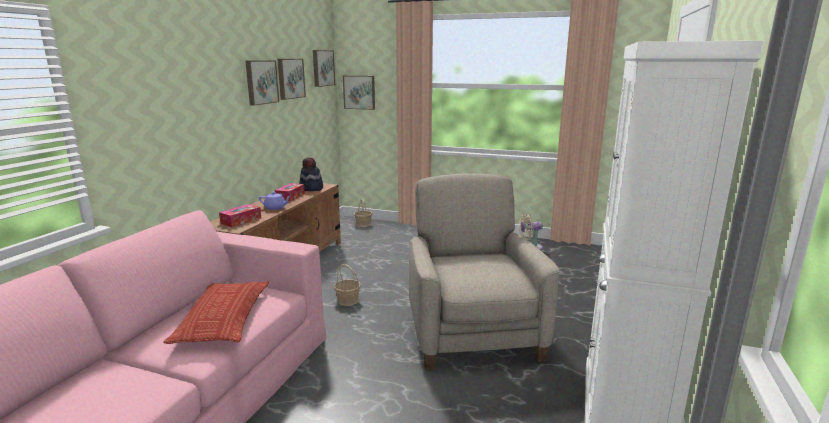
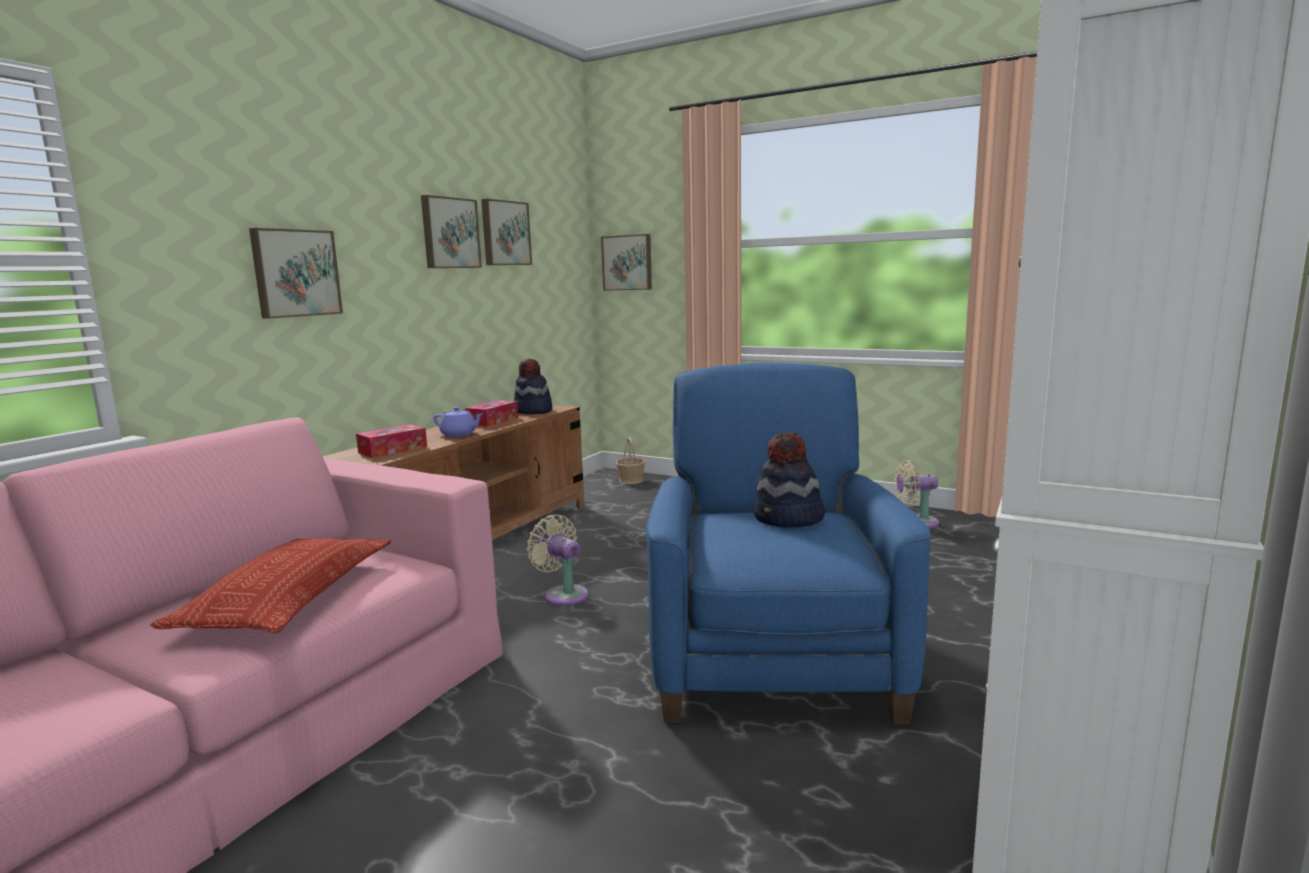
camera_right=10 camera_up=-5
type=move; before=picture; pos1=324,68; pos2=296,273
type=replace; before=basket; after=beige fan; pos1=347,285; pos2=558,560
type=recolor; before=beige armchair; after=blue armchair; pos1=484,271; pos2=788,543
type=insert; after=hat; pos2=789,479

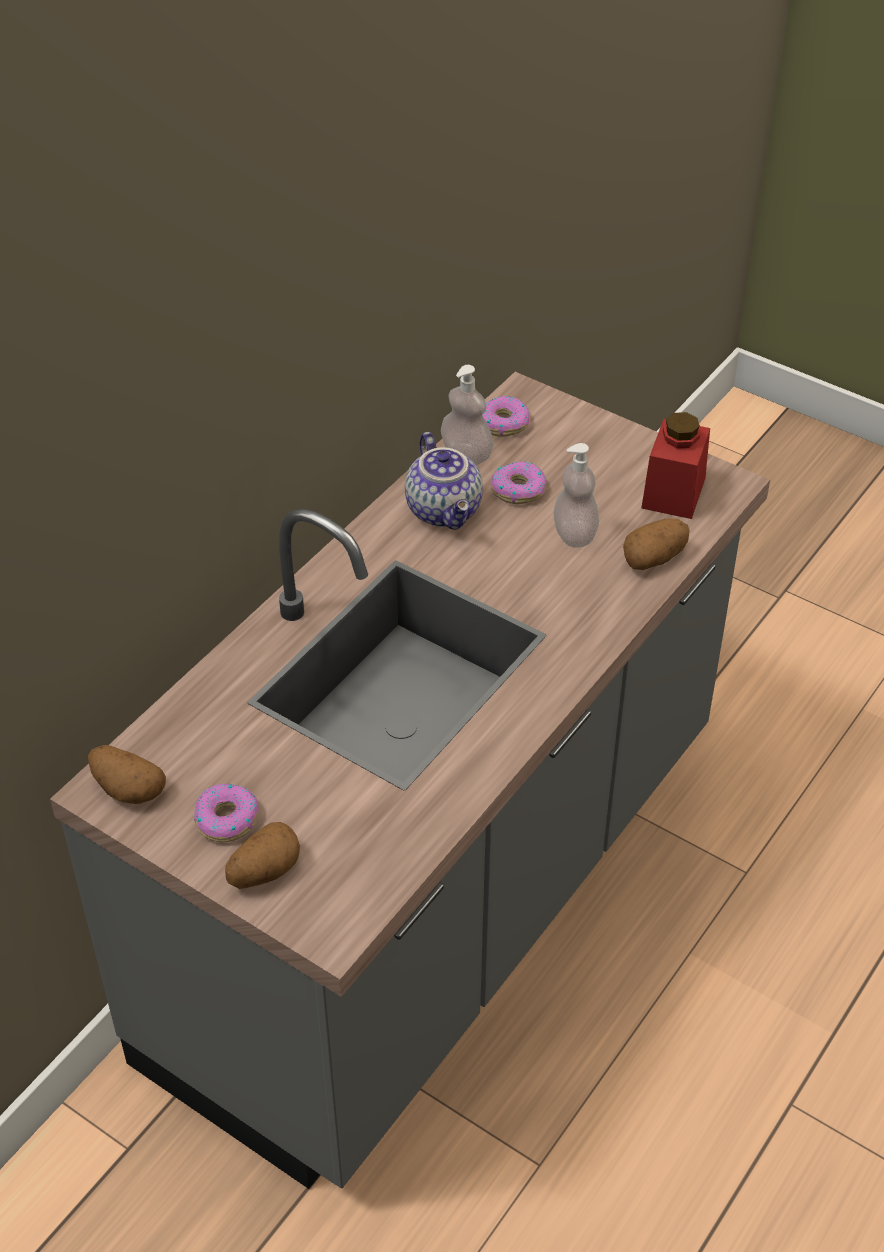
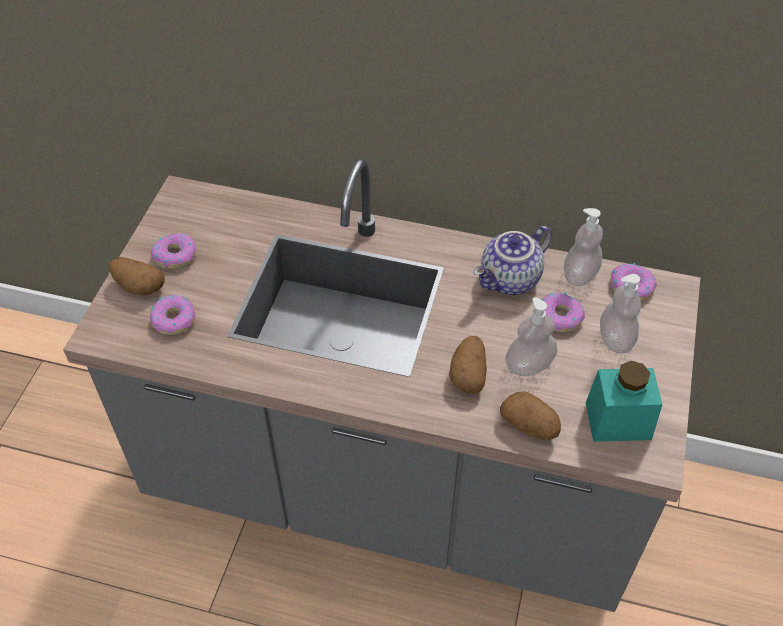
camera_right=70 camera_up=5
type=move; before=potato; pos1=127,774; pos2=468,365
type=recolor; before=red jar; after=turquoise jar; pos1=675,465; pos2=624,401
type=insert; after=donut; pos2=172,315
type=insert; after=soap dispenser; pos2=620,314

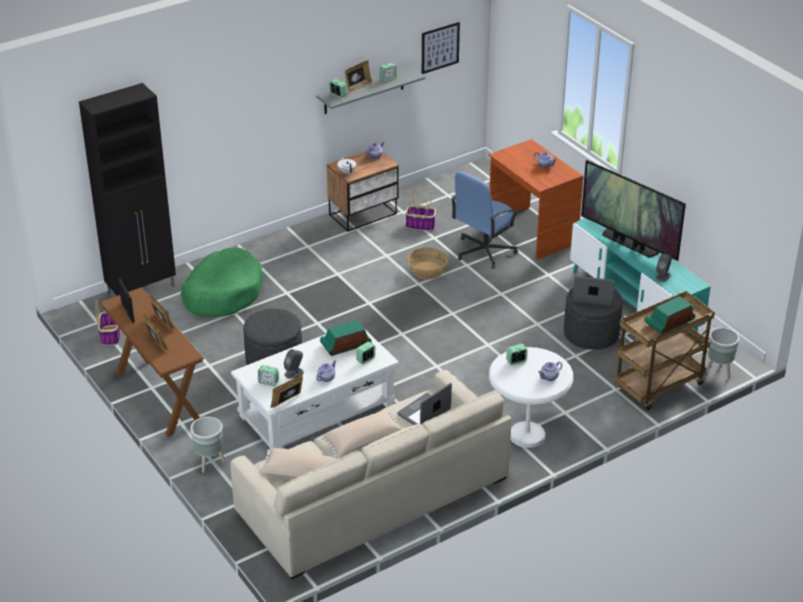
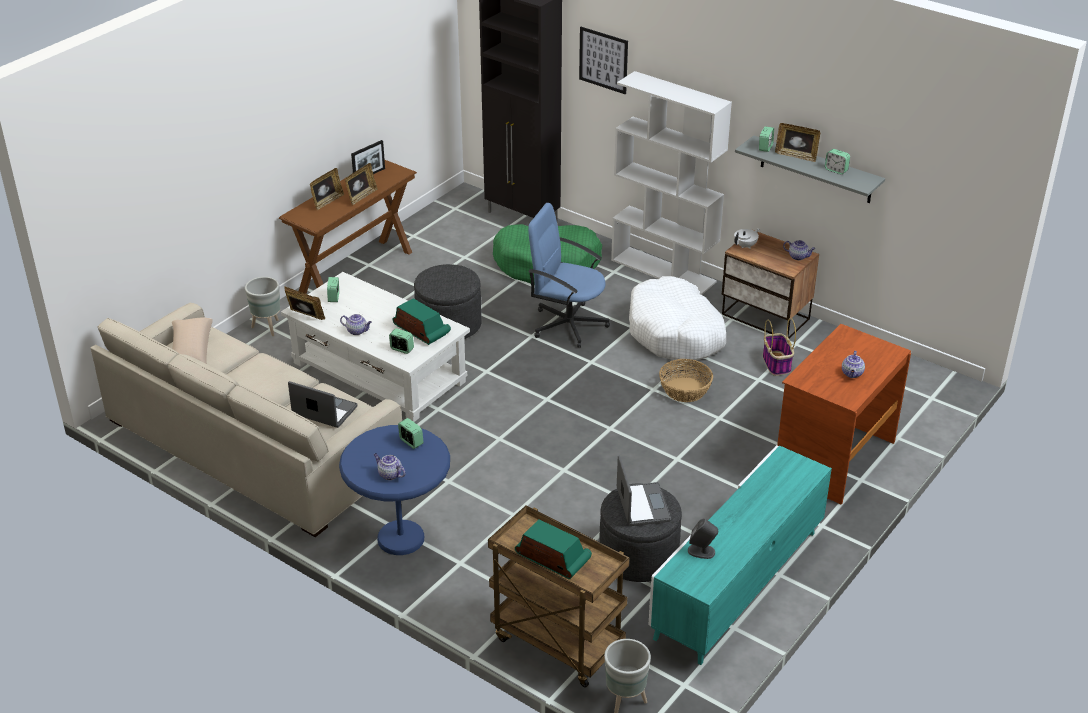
camera_right=70 camera_up=0
type=delete; before=basket; pos1=107,323
type=delete; before=grey speaker; pos1=294,364
type=delete; before=beige pillow; pos1=362,434
type=move; before=picture; pos1=441,48; pos2=603,60
type=move; before=blue office chair; pos1=485,220; pos2=569,275
type=recolor; before=white side table; after=blue side table; pos1=531,397; pos2=394,490
type=delete; before=television; pos1=633,210
type=insert; after=white bookcase; pos2=671,183
type=insert; after=white dog bed; pos2=677,318

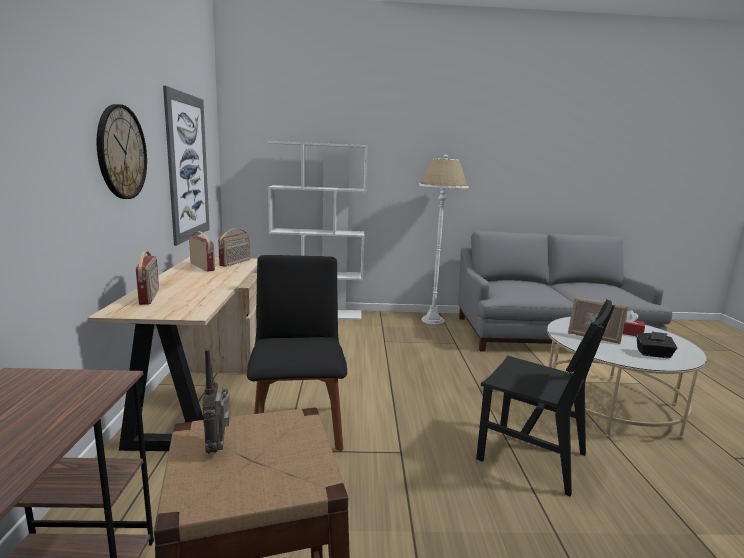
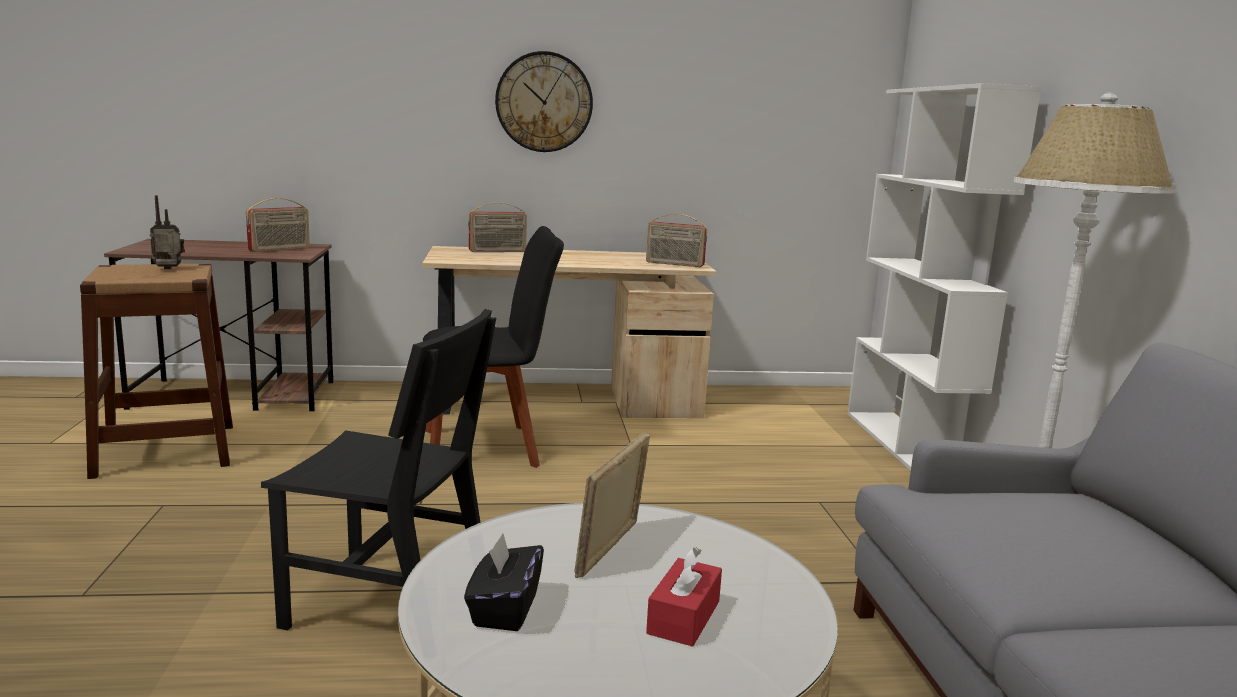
camera_right=85 camera_up=0
type=delete; before=picture; pos1=186,166
type=move; before=radio; pos1=202,251; pos2=278,225
type=rotate; before=black chair; pos1=545,398; pos2=378,469; turn=-105

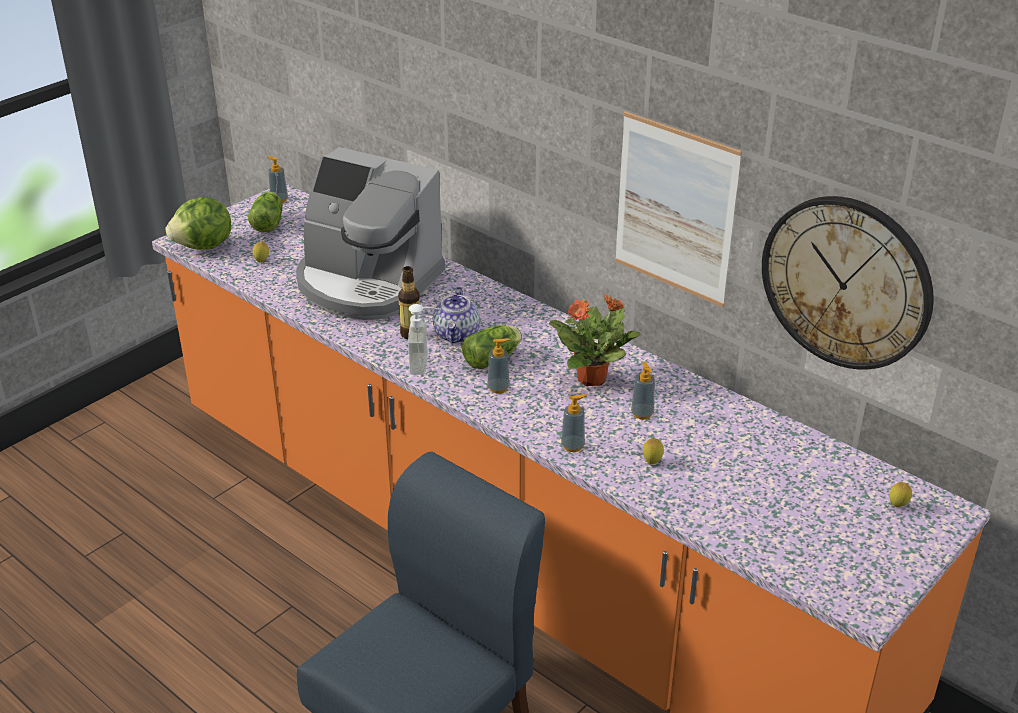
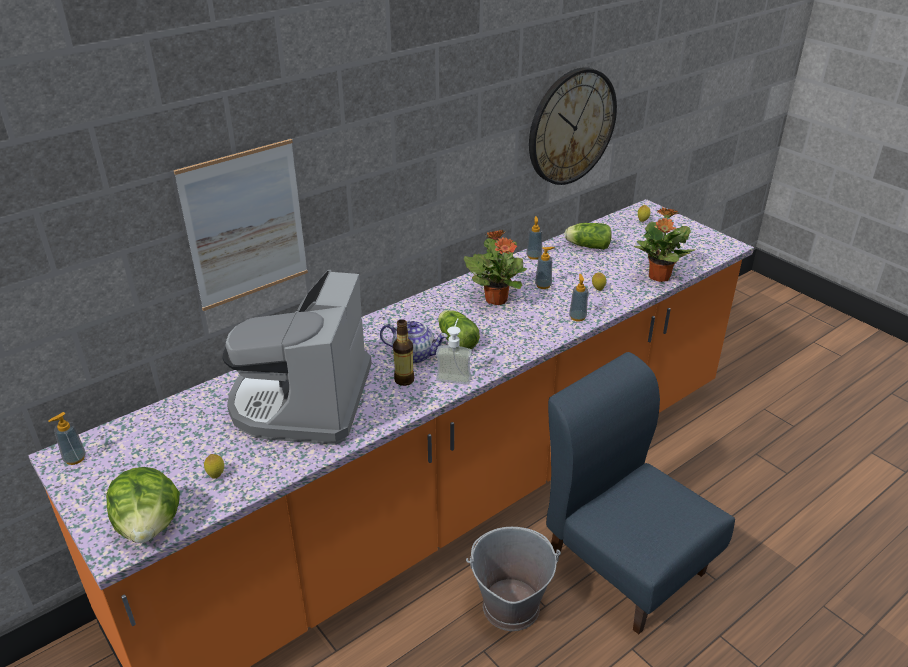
camera_right=-80 camera_up=0
type=move; before=lettuce; pos1=265,212; pos2=587,236
type=rotate; before=coffee machine; pos1=370,233; pos2=297,357; turn=150
type=move; before=soap dispenser; pos1=498,365; pos2=534,238
type=move; before=picture; pos1=678,209; pos2=241,225
type=insert; after=grey bucket; pos2=513,579
type=insert; after=potted plant; pos2=665,244

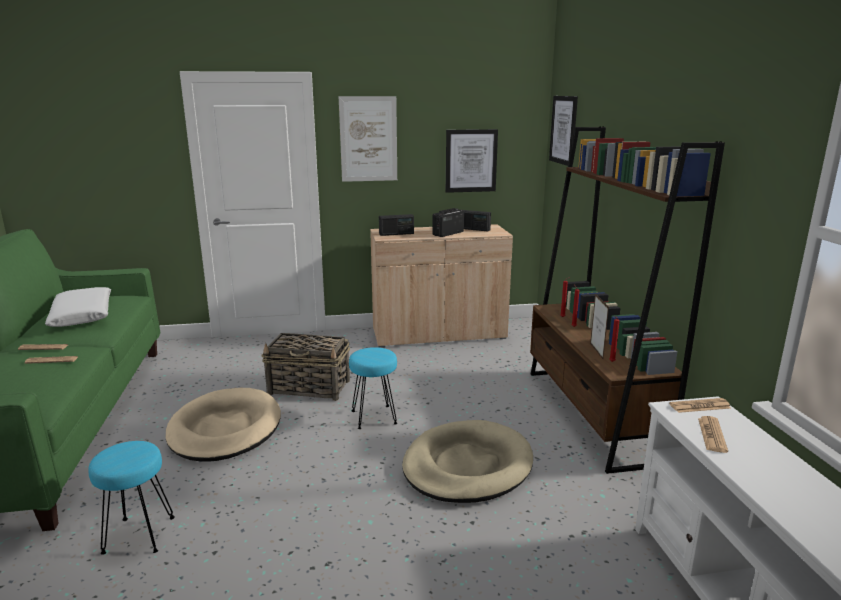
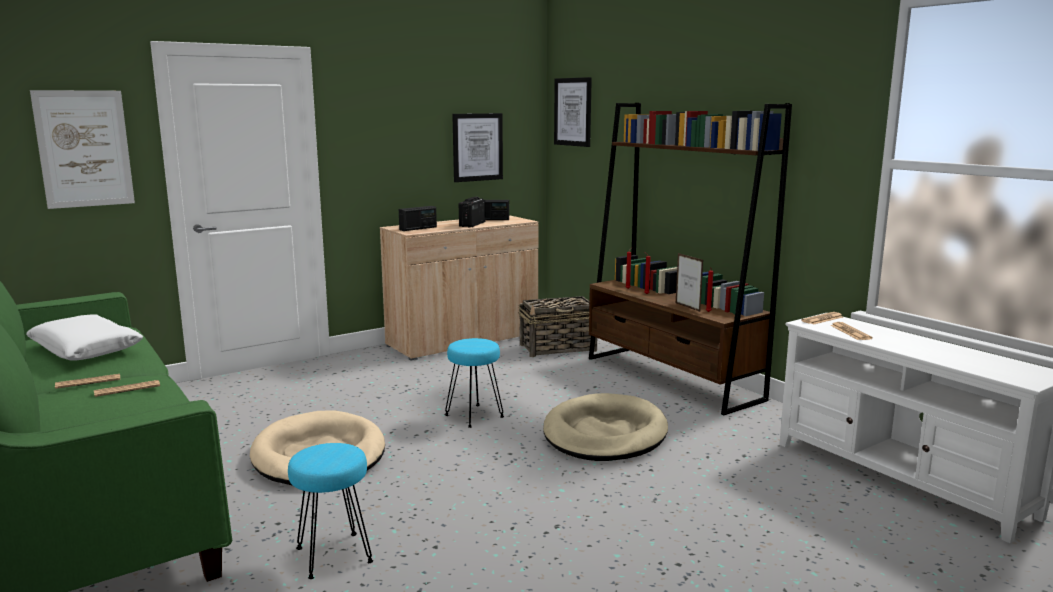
camera_right=-25 camera_up=-5
type=move; before=basket; pos1=306,367; pos2=558,326
type=move; before=picture; pos1=368,139; pos2=82,149

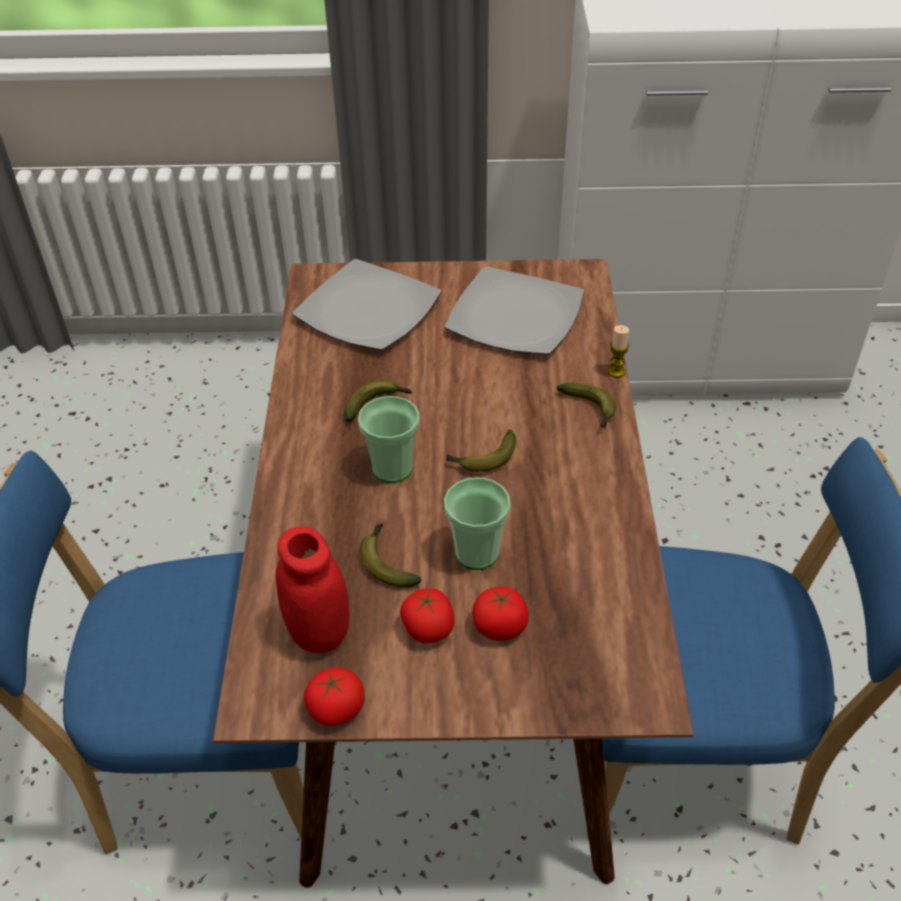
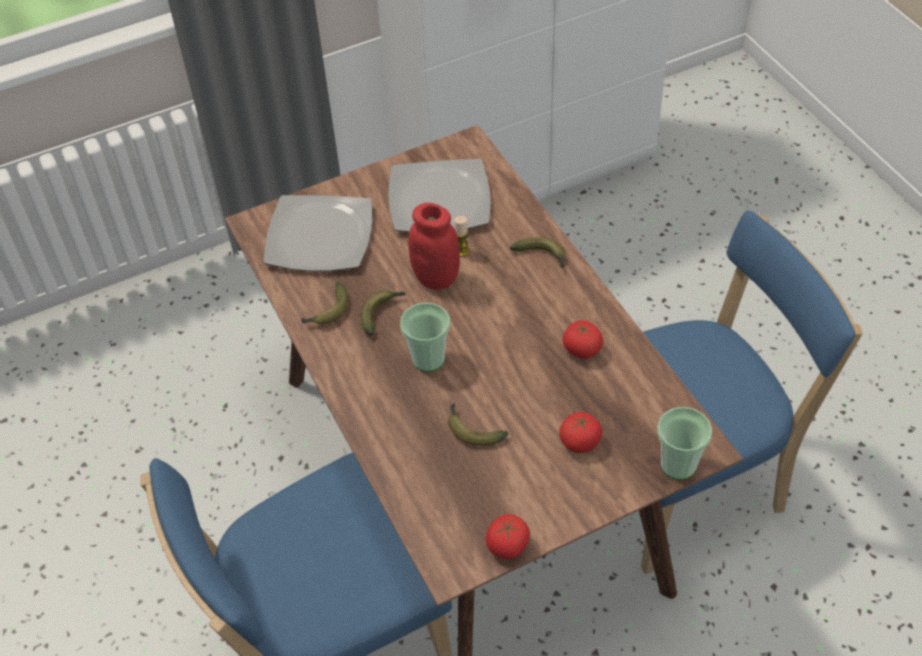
camera_right=-25 camera_up=5
type=move; before=red jar; pos1=313,589; pos2=434,246
type=move; before=tomato; pos1=427,615; pos2=583,339
type=move; before=cup; pos1=477,523; pos2=684,443
type=move; before=banana; pos1=481,450; pos2=324,303
type=move; before=candle; pos1=618,351; pos2=462,236

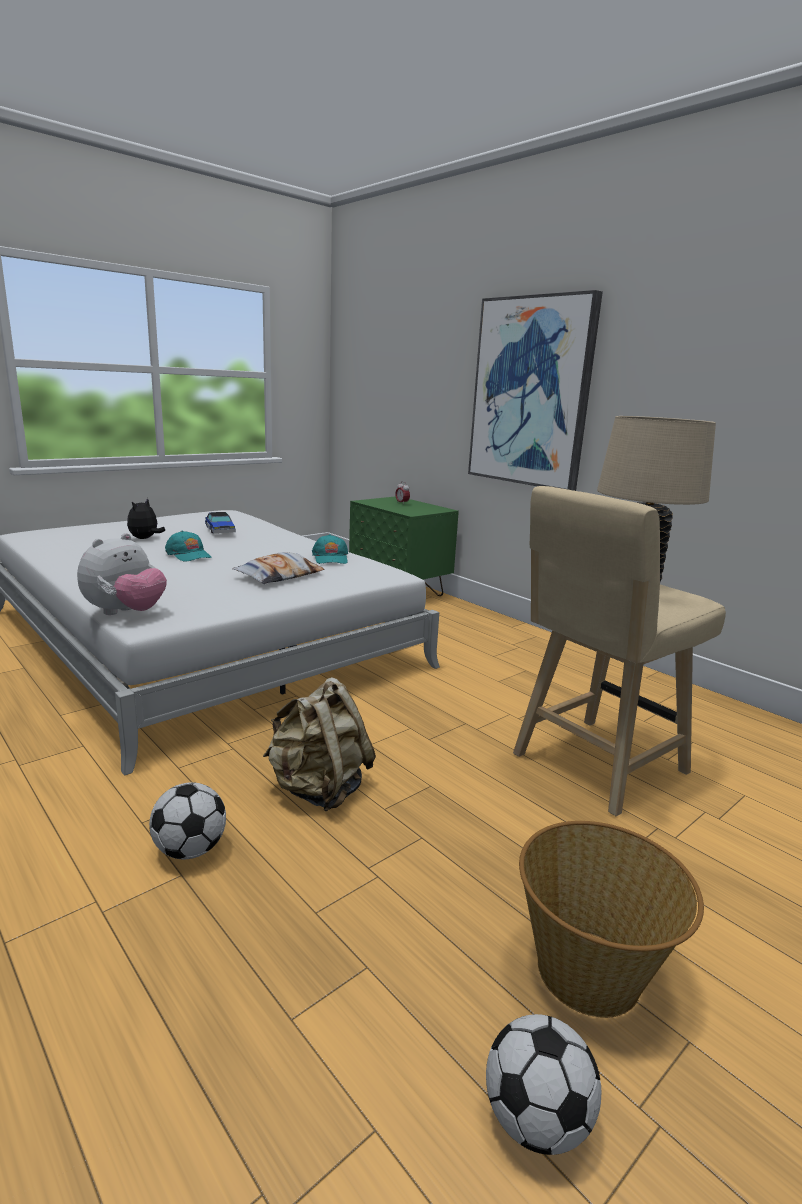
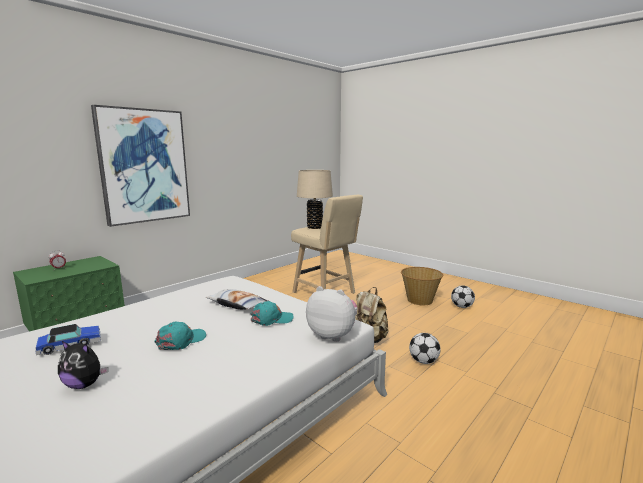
camera_right=-95 camera_up=-5
type=move; before=turquoise cap; pos1=330,549; pos2=272,313

